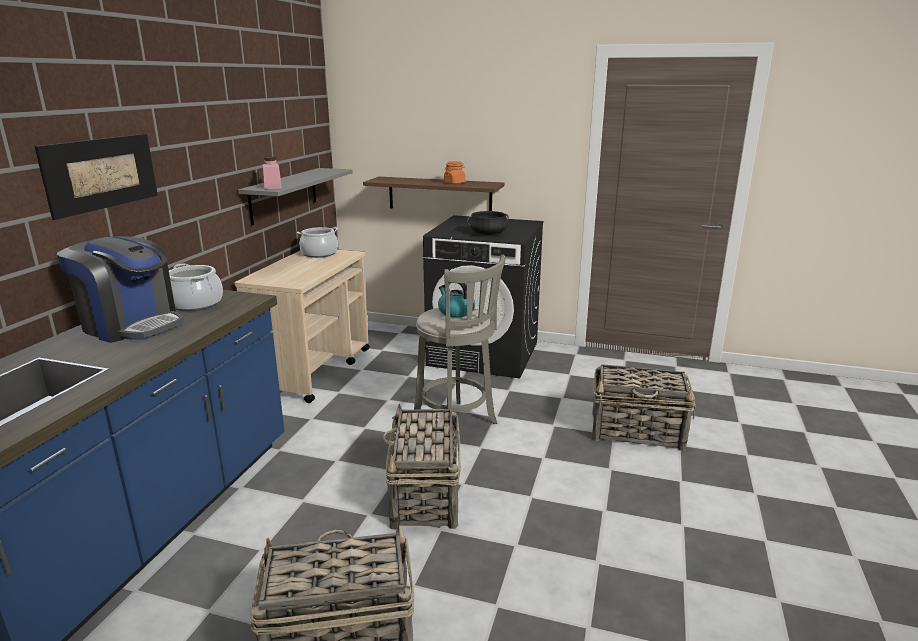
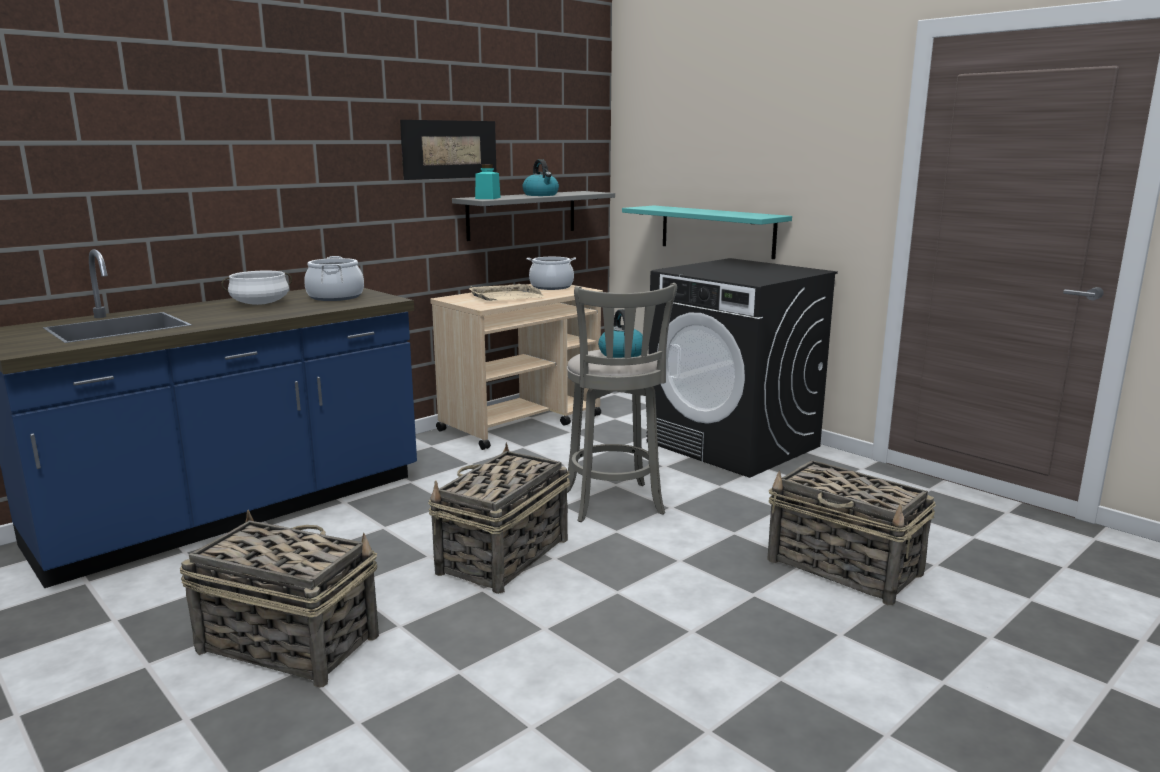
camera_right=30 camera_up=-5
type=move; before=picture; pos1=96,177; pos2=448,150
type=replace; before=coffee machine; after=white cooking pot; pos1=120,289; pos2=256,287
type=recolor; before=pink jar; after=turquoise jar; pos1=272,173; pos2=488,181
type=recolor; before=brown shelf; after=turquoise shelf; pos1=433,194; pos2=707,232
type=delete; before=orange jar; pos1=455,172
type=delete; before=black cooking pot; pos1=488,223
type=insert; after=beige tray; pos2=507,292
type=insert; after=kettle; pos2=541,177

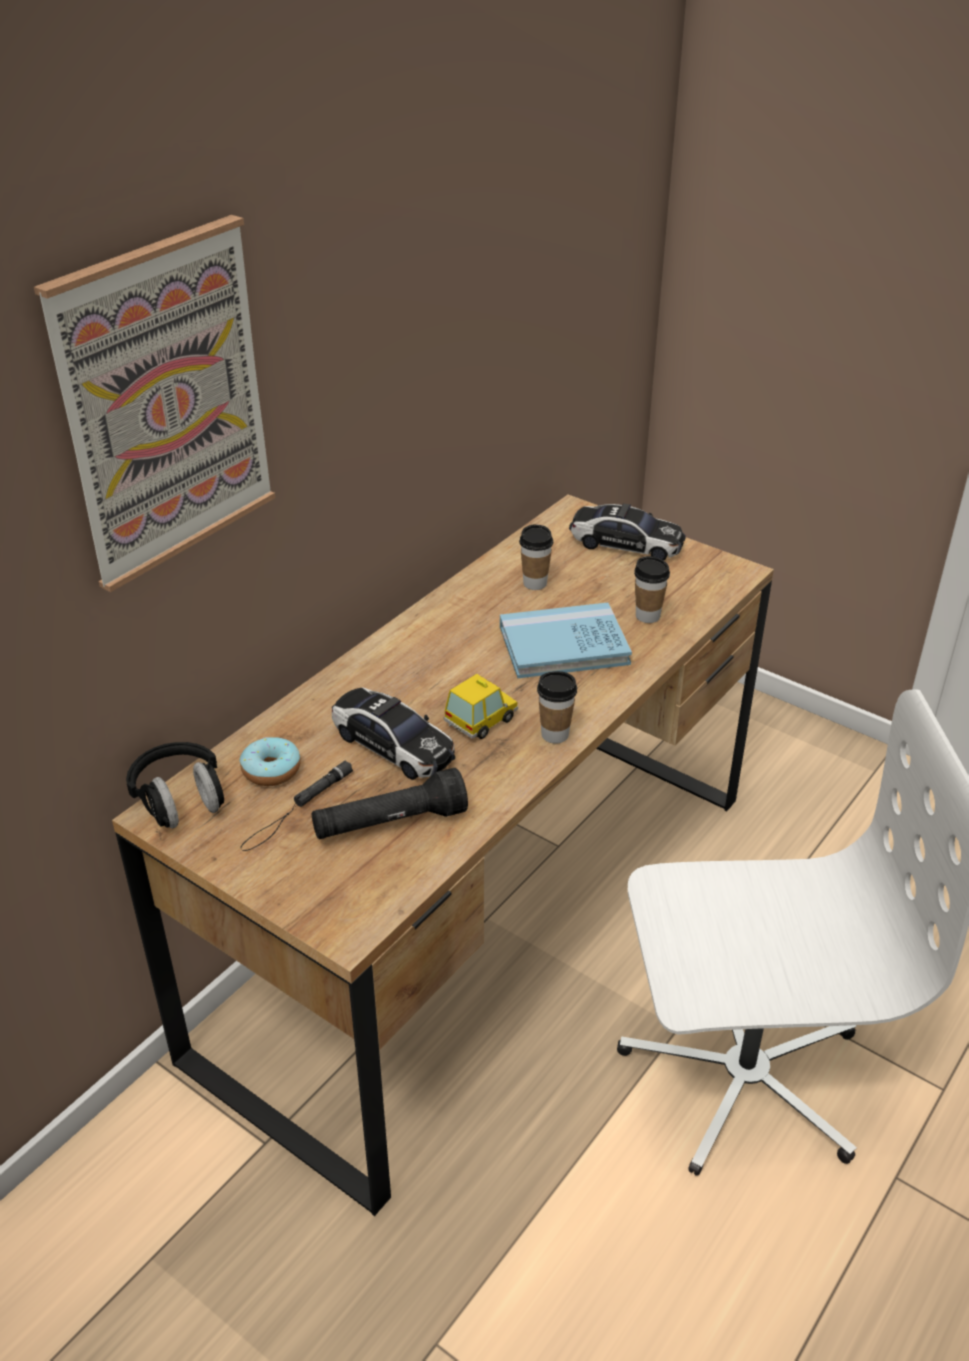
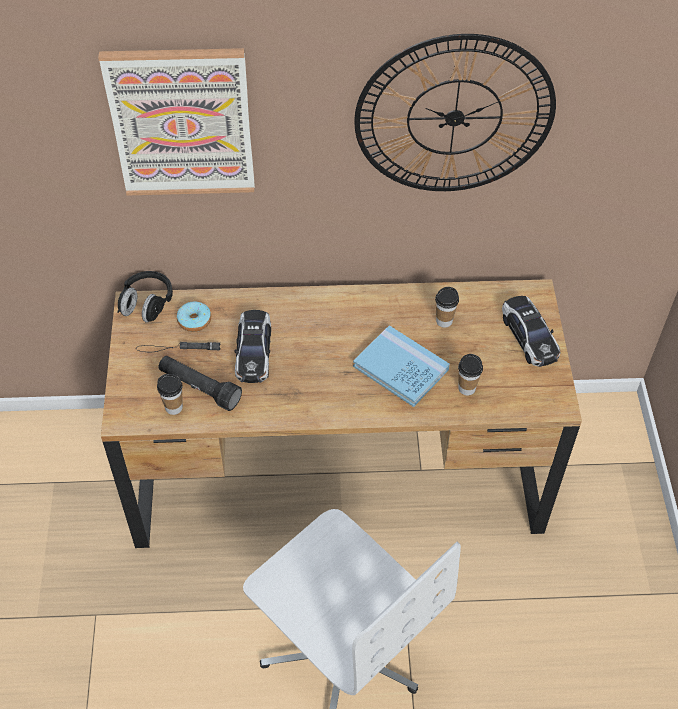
camera_right=50 camera_up=15
type=delete; before=toy car; pos1=481,706
type=move; before=cup; pos1=557,707; pos2=170,394
type=insert; after=wall clock; pos2=455,112

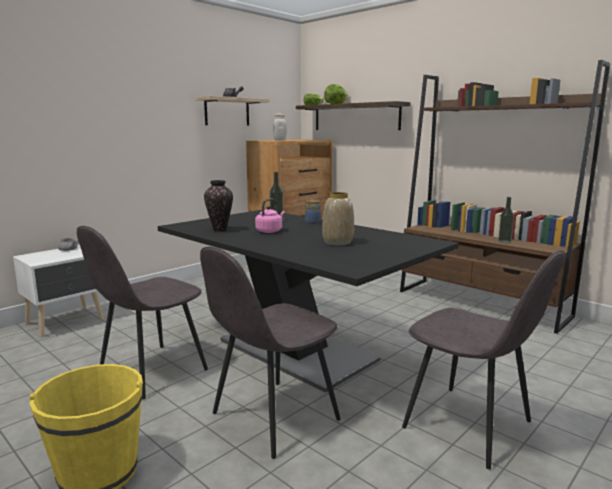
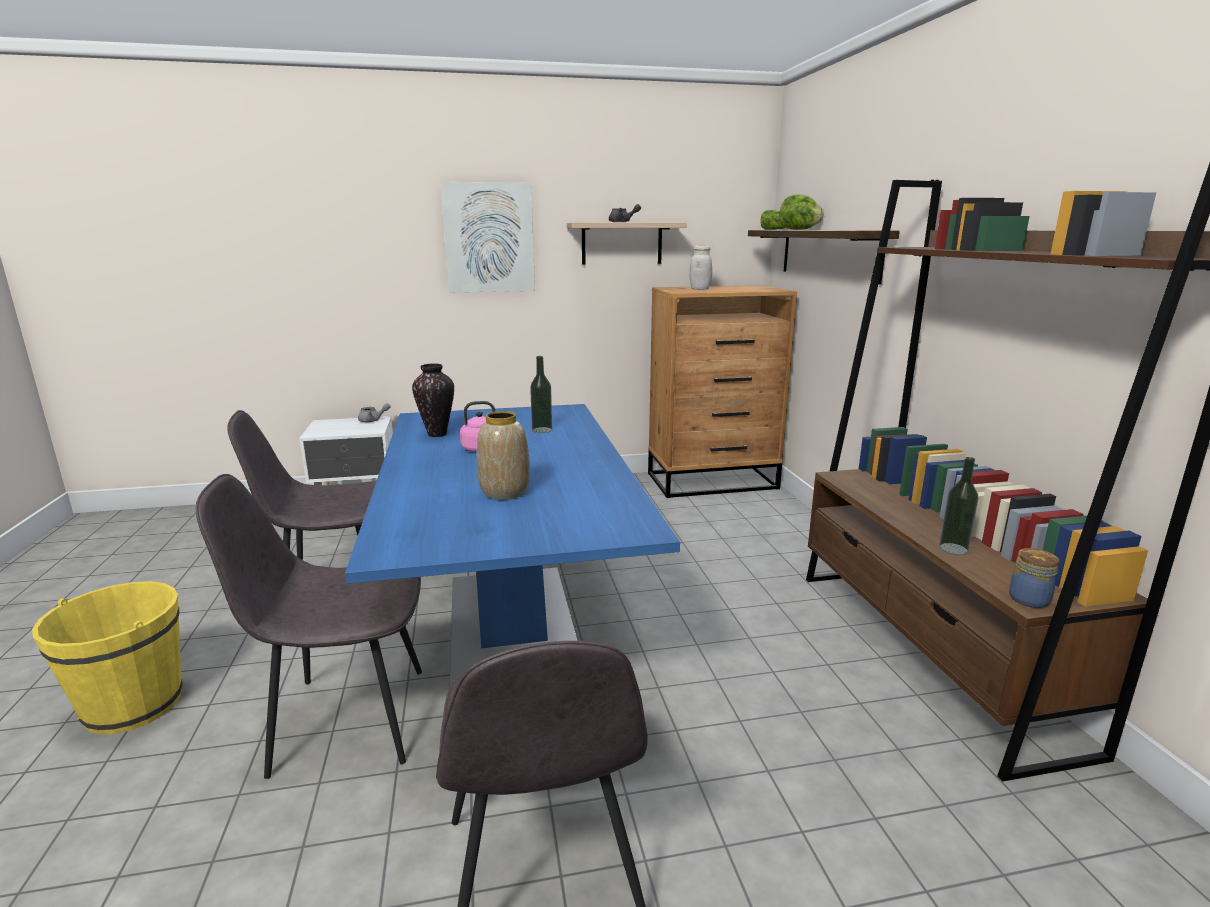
camera_right=35 camera_up=5
type=recolor; before=black dining table; after=blue dining table; pos1=308,301; pos2=512,546
type=move; before=jar; pos1=313,212; pos2=1034,578
type=insert; after=picture; pos2=488,237

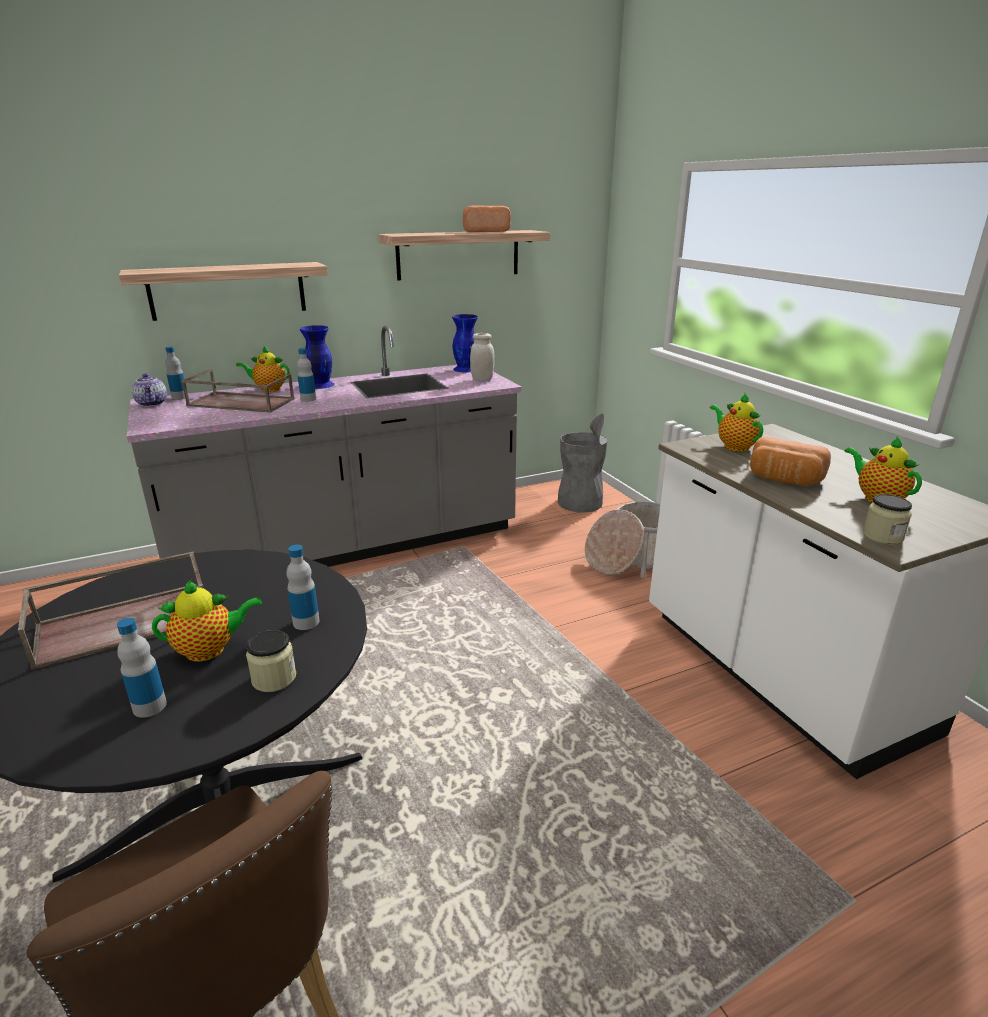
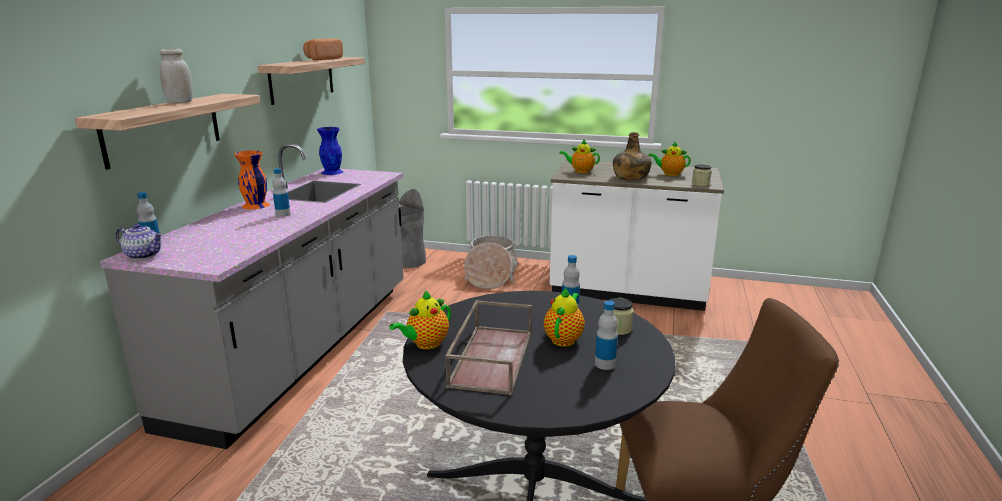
camera_right=-50 camera_up=-5
type=delete; before=brown tray; pos1=238,391
type=move; before=teapot; pos1=263,369; pos2=420,320
type=recolor; before=blue vase; after=orange vase; pos1=317,357; pos2=252,179
type=move; before=white jar; pos1=482,357; pos2=176,76
type=replace; before=bread; after=green bottle; pos1=790,461; pos2=632,156

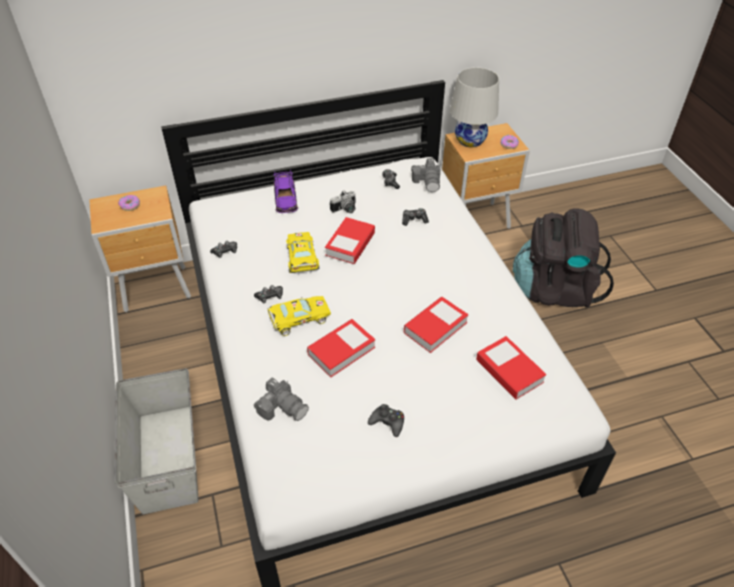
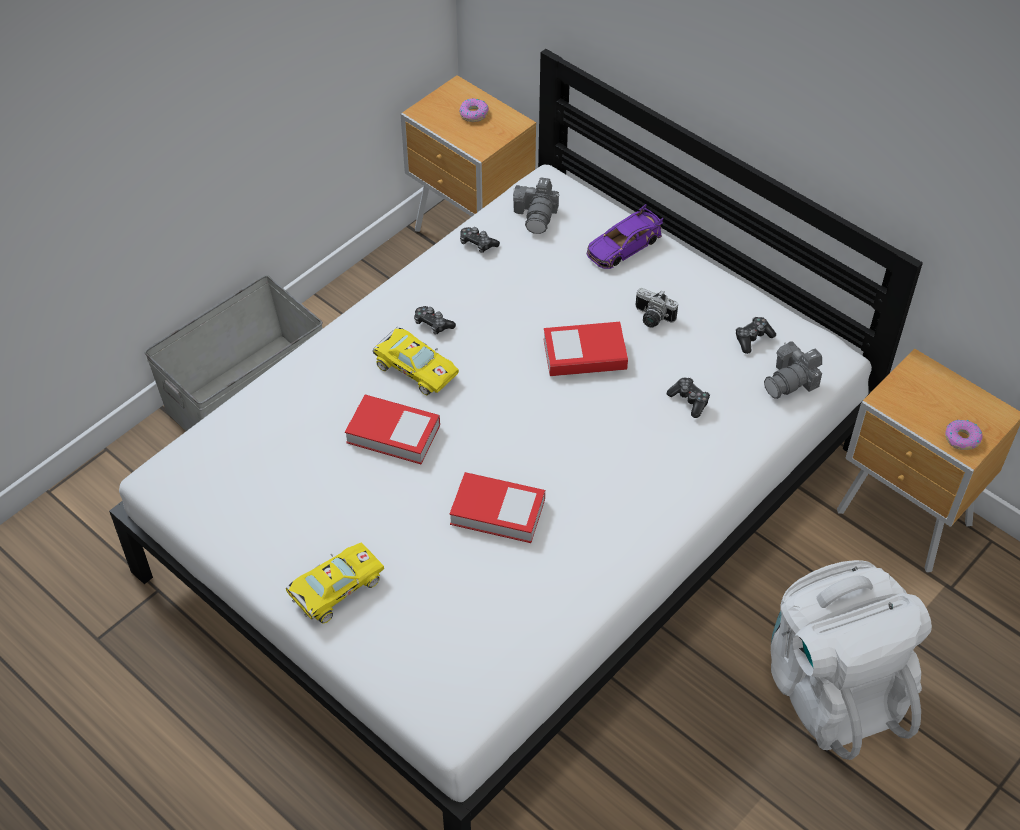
camera_right=60 camera_up=5
type=move; before=photo camera; pos1=281,399; pos2=536,205
type=move; before=yellow toy car; pos1=302,253; pos2=335,583
type=delete; before=black game controller; pos1=386,420
type=delete; before=white table lamp; pos1=474,107
type=delete; before=book; pos1=511,368
type=recolor; before=black backpack; after=white backpack; pos1=563,258; pos2=851,660

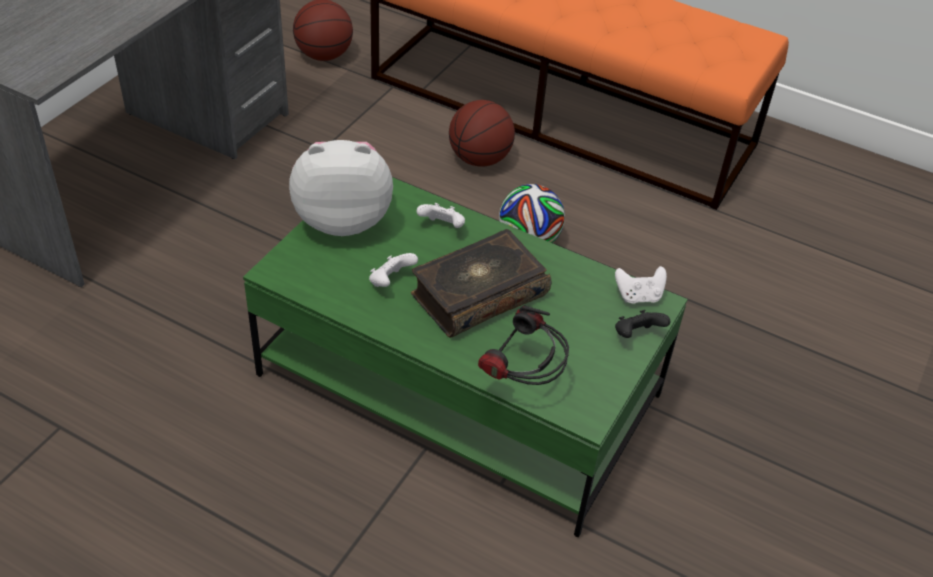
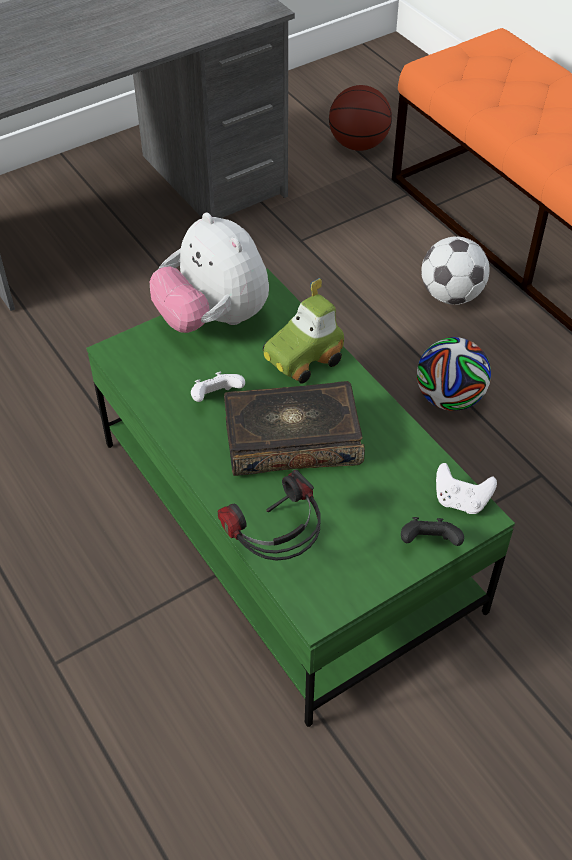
camera_right=30 camera_up=5
type=rotate; before=plush toy; pos1=341,188; pos2=209,273; turn=-150
type=replace; before=white game controller; after=toy car; pos1=441,215; pos2=303,331
type=replace; before=basketball; after=football; pos1=482,133; pos2=455,270

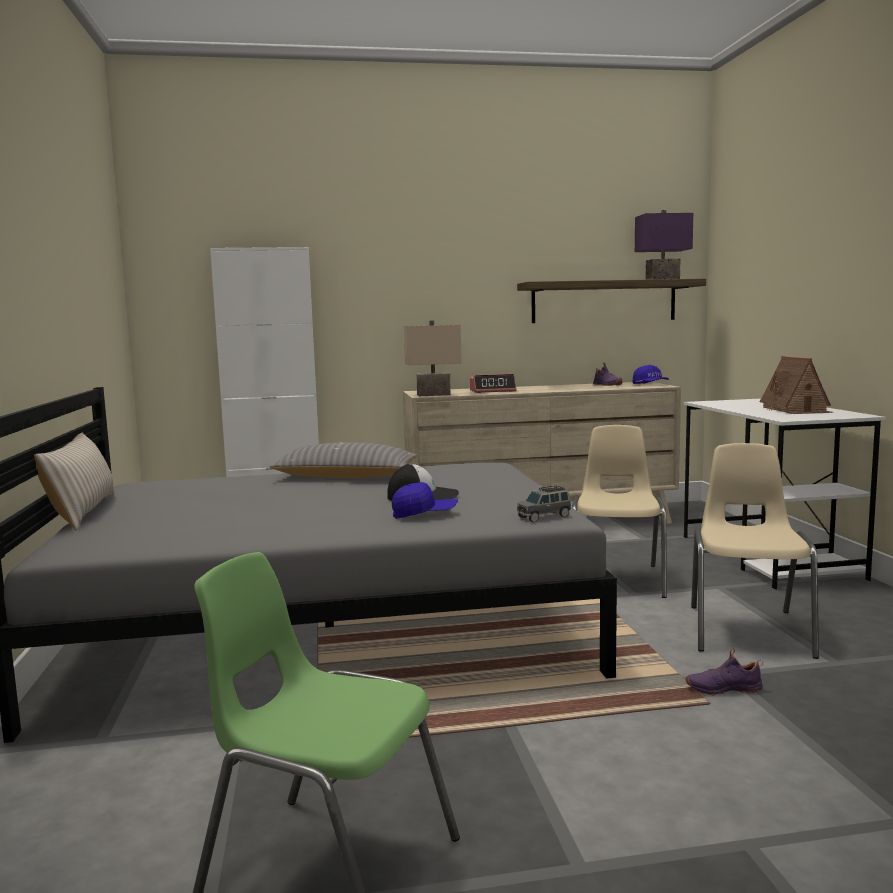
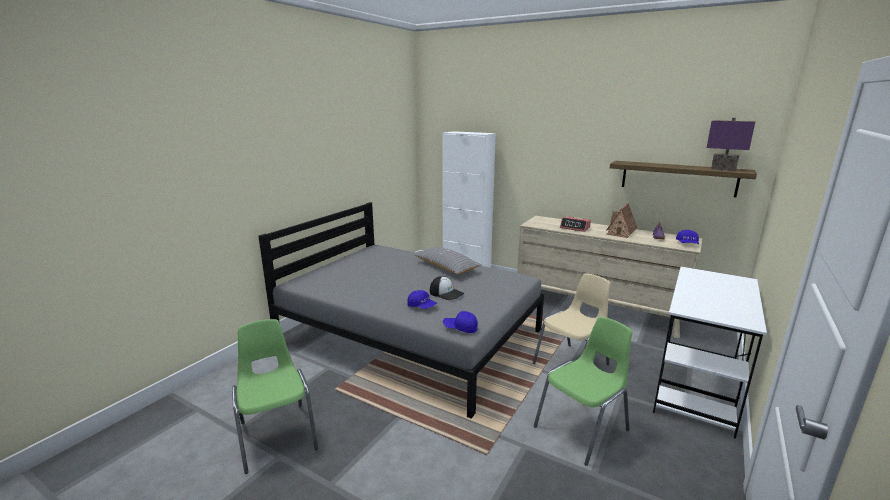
camera_right=40 camera_up=10
type=delete; before=beige pillow; pos1=74,481
type=delete; before=beige table lamp; pos1=432,358
type=replace; before=grey toy car; after=blue cap; pos1=544,503; pos2=460,322
type=delete; before=purple shoe; pos1=724,672
type=recolor; before=beige chair; after=green chair; pos1=755,551; pos2=583,391
type=move; before=toy house; pos1=796,385; pos2=621,220

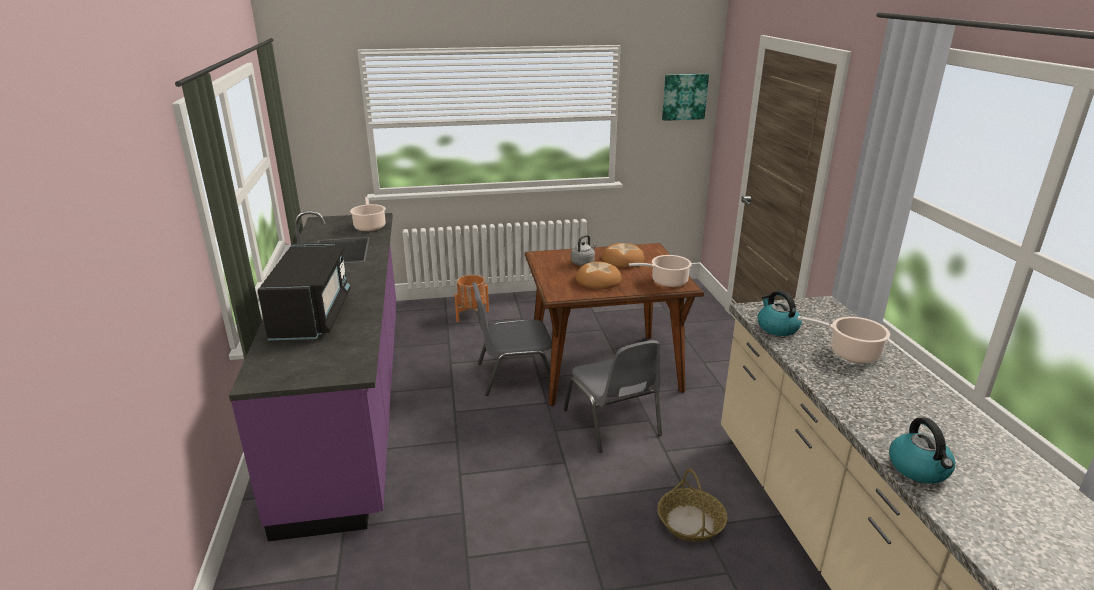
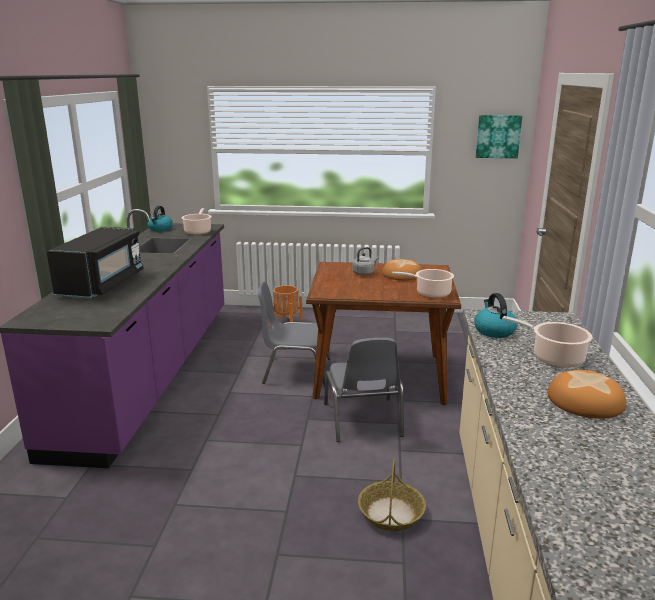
camera_right=15 camera_up=-5
type=move; before=bread; pos1=599,275; pos2=586,394
type=move; before=kettle; pos1=922,451; pos2=160,218

